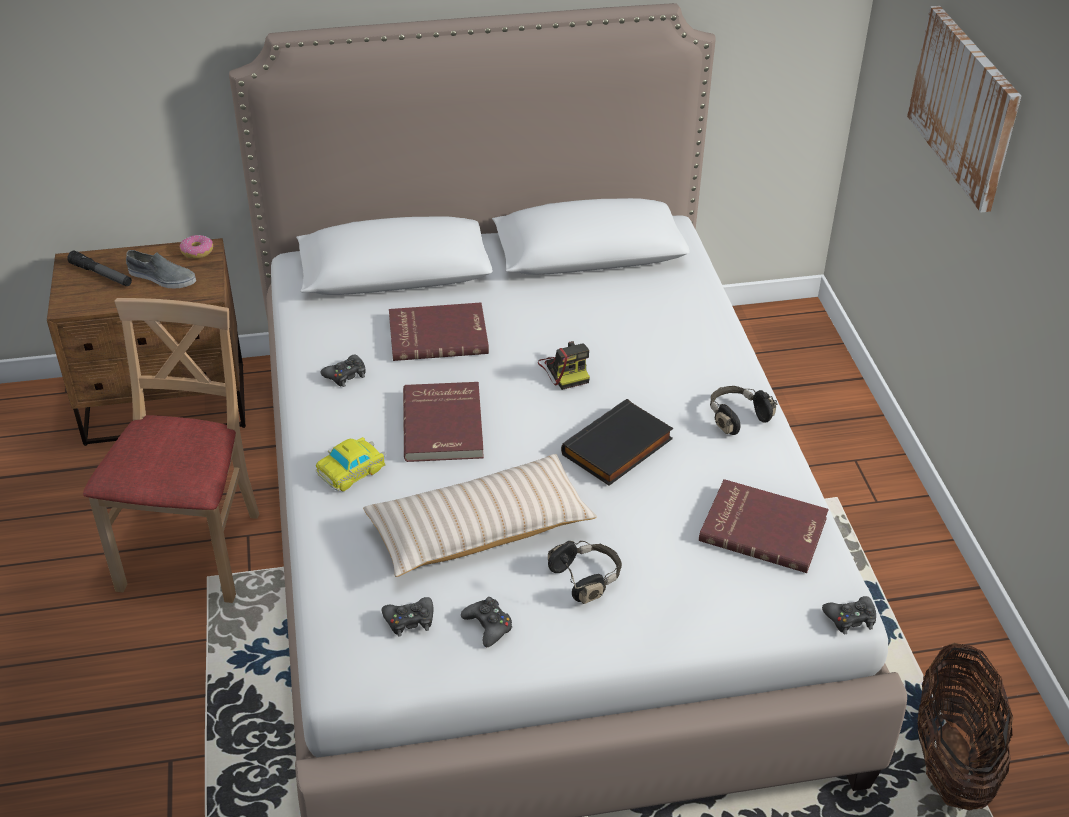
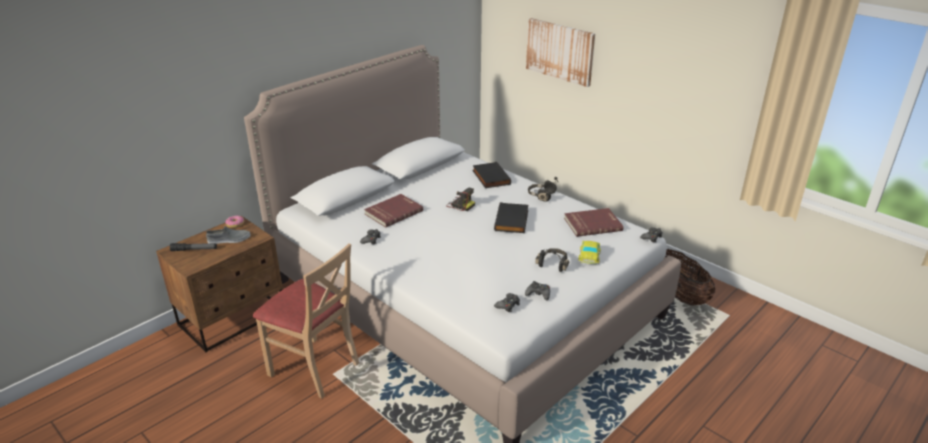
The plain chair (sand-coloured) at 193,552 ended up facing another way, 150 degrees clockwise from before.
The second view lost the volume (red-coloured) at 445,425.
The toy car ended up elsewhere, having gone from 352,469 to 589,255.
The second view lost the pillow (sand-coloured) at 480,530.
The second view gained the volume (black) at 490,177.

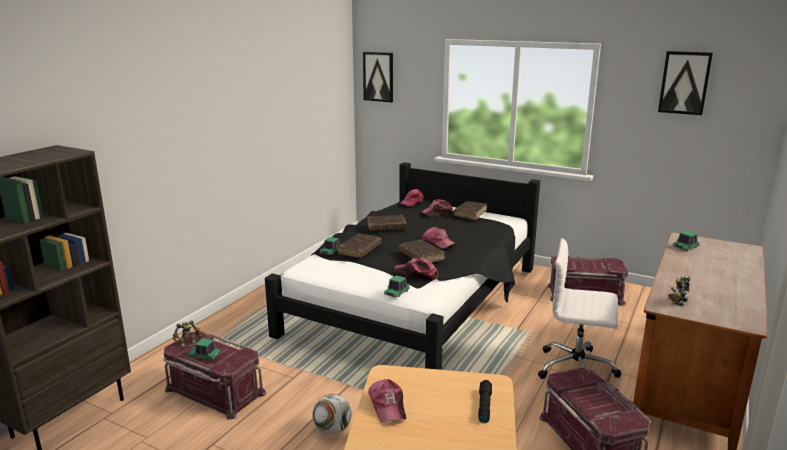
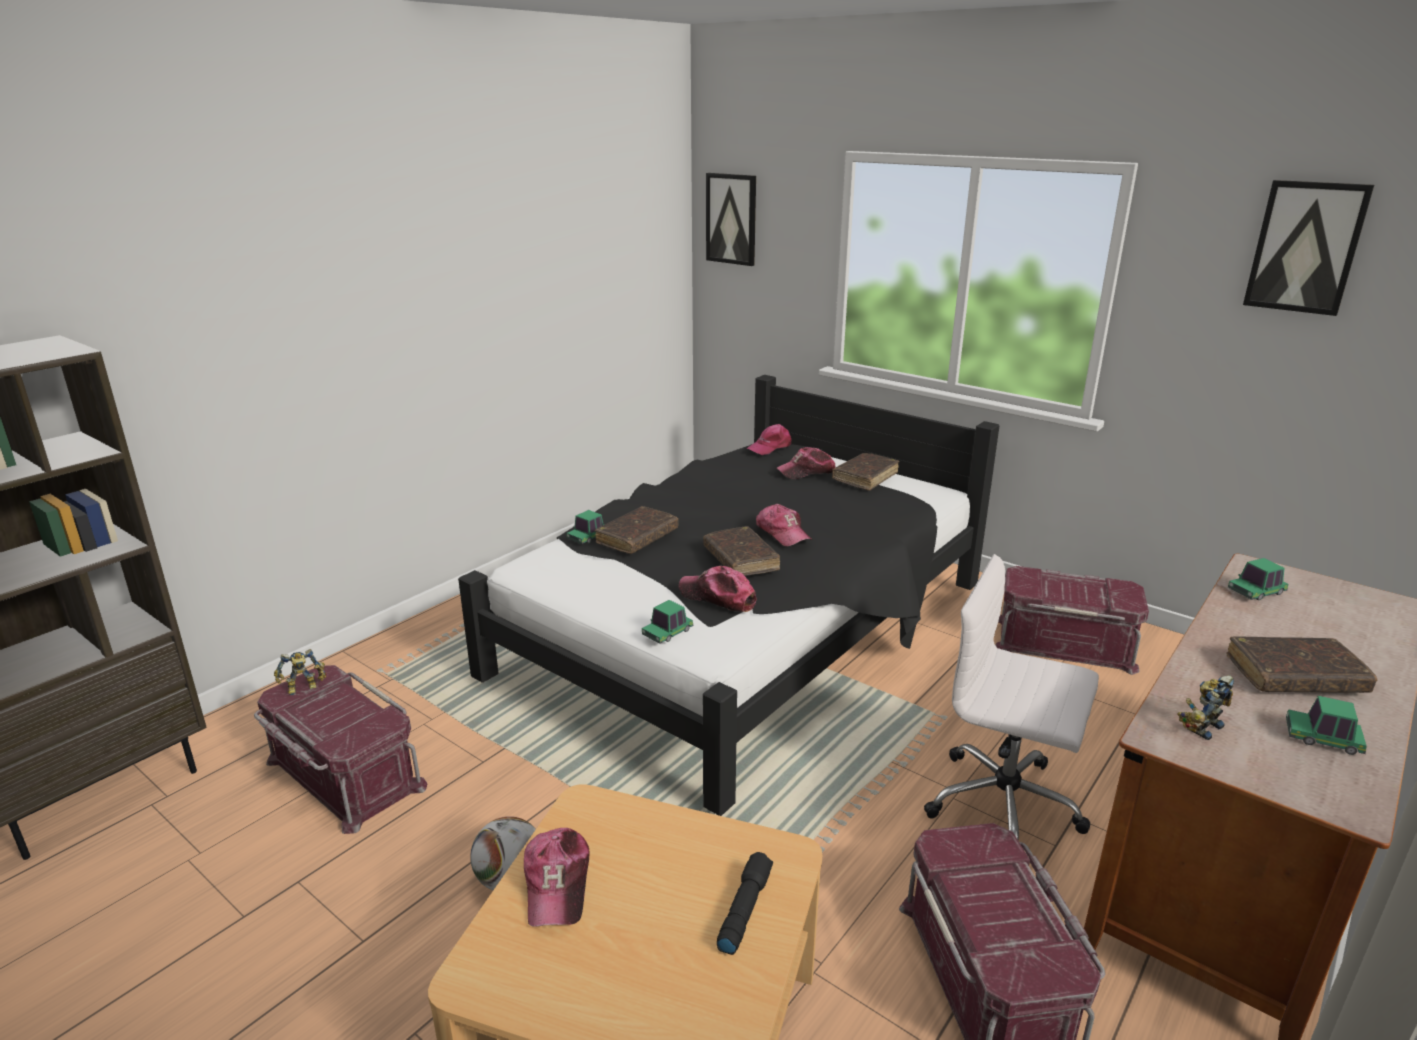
The volume (brownish) ended up elsewhere, having gone from 386,227 to 1294,676.
The toy car ended up elsewhere, having gone from 205,356 to 1323,739.

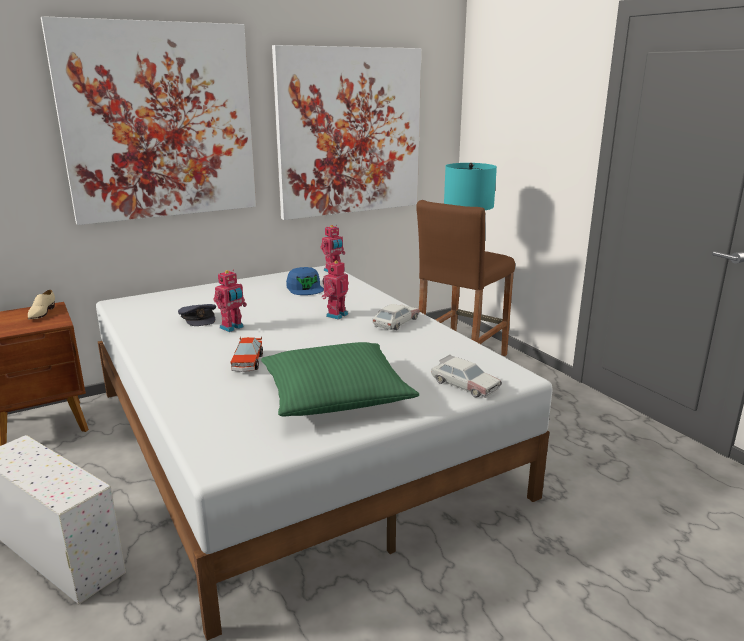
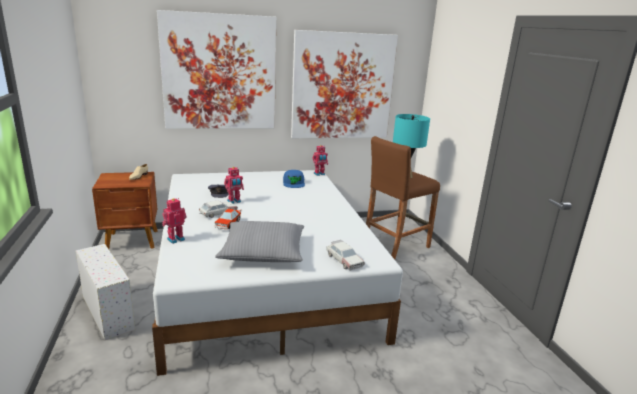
The toy robot ended up elsewhere, having gone from 335,315 to 175,239.
The toy car ended up elsewhere, having gone from 396,322 to 218,213.
What was the pillow (greenish) at 335,394 turned into the pillow (gray) at 263,251.

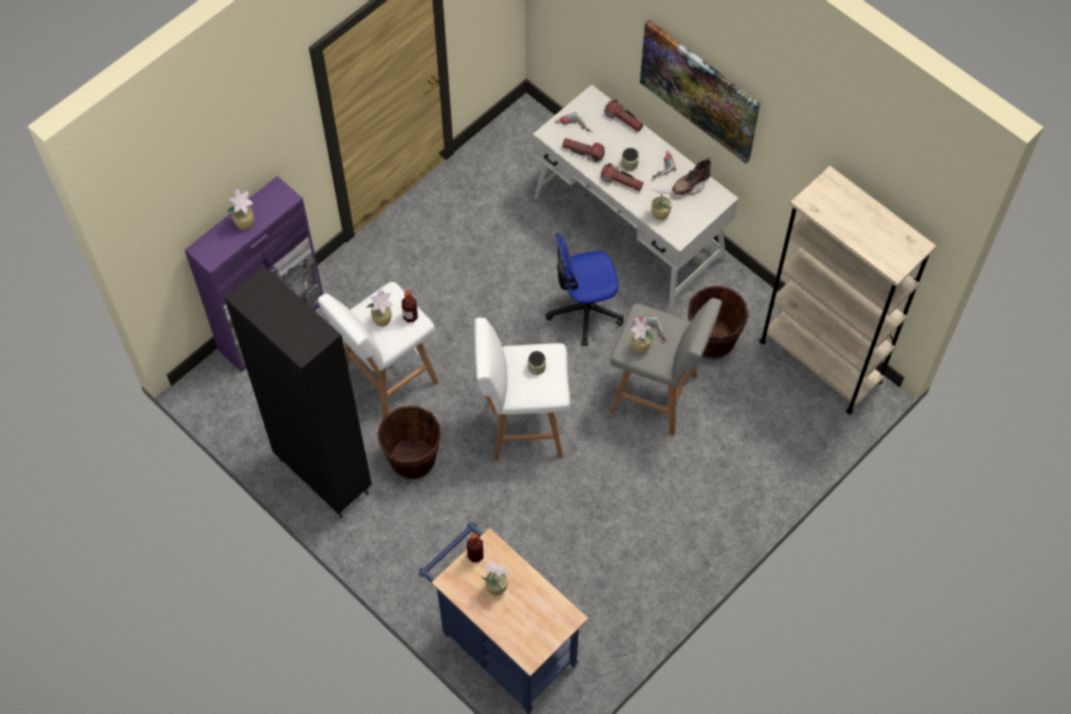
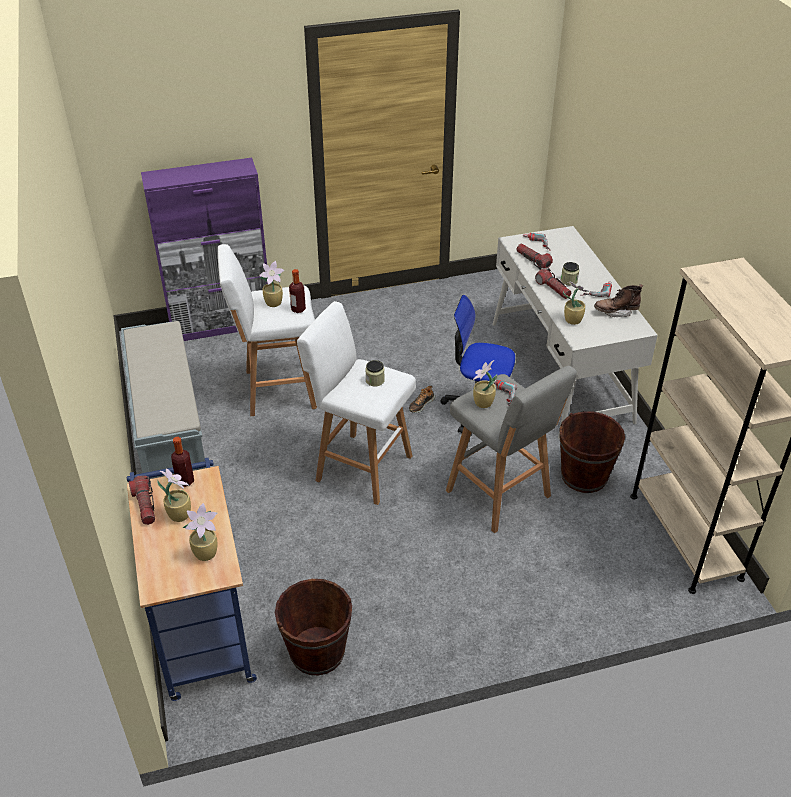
The second view lost the wall picture at 699,90.
The hand torch ended up elsewhere, having gone from 623,120 to 145,505.
The houseplant ended up elsewhere, having gone from 245,223 to 207,553.
Where the storage cabinet (black) stood at 323,475, the bench (gray) came to stand at 169,431.
The pail (brownish) ended up elsewhere, having gone from 412,459 to 317,652.
The second view gained the item of footwear at 421,404.

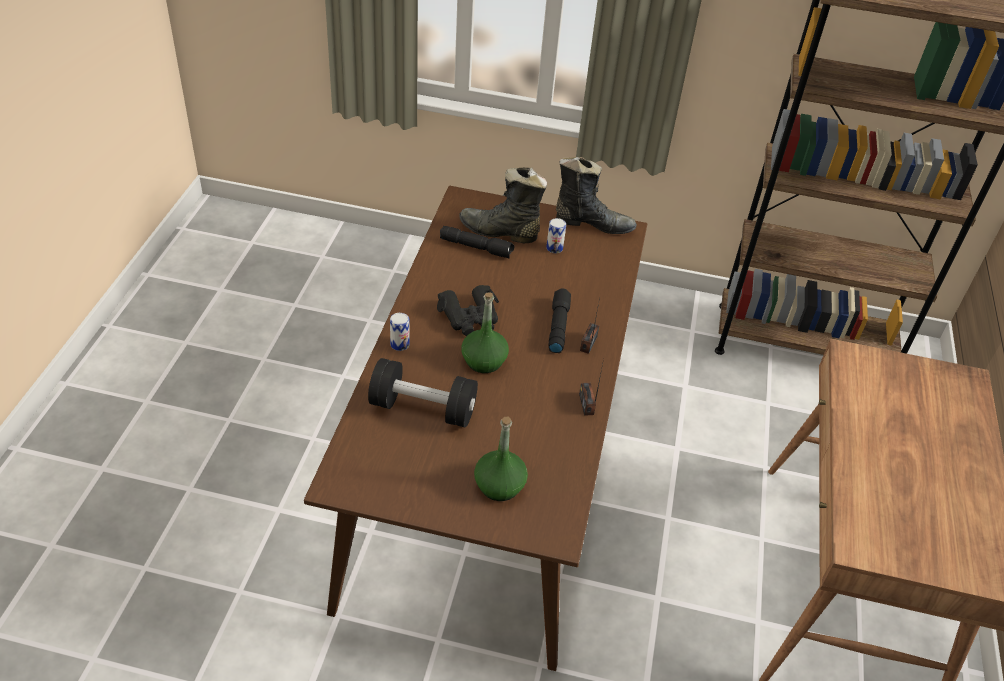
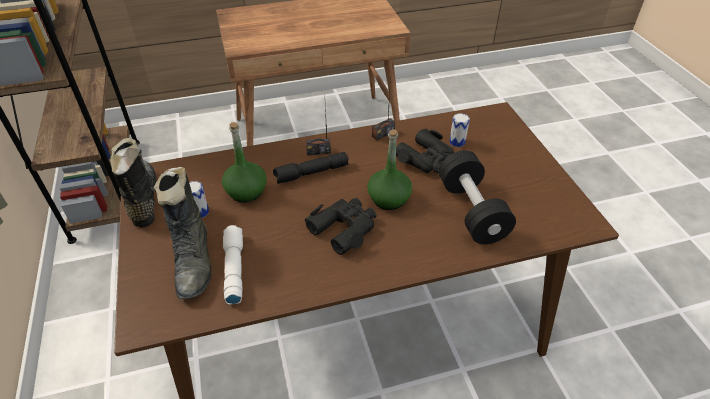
What was the hand torch (black) at 477,247 turned into the hand torch (white-coloured) at 233,268.
The metal can ended up elsewhere, having gone from 399,344 to 457,142.
The beverage bottle (greenish) ended up elsewhere, having gone from 499,485 to 246,191.
The second view gained the binoculars (black) at 427,159.

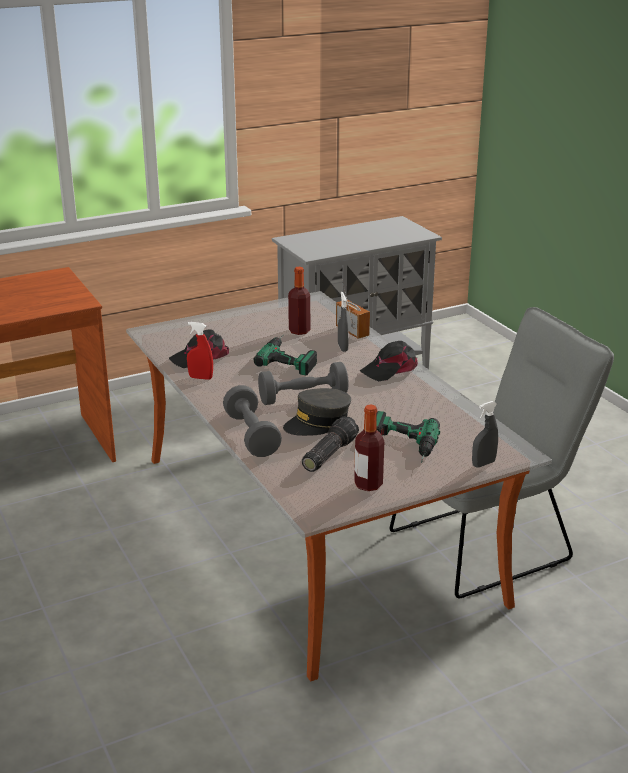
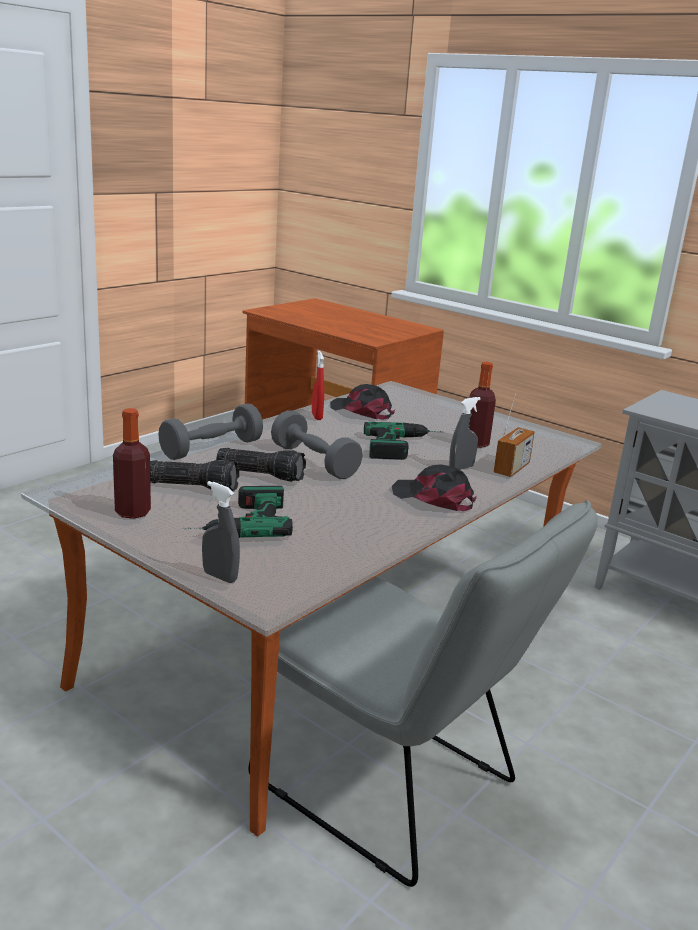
Where the baseball cap (gray) stood at 318,422, the hand torch came to stand at 261,474.

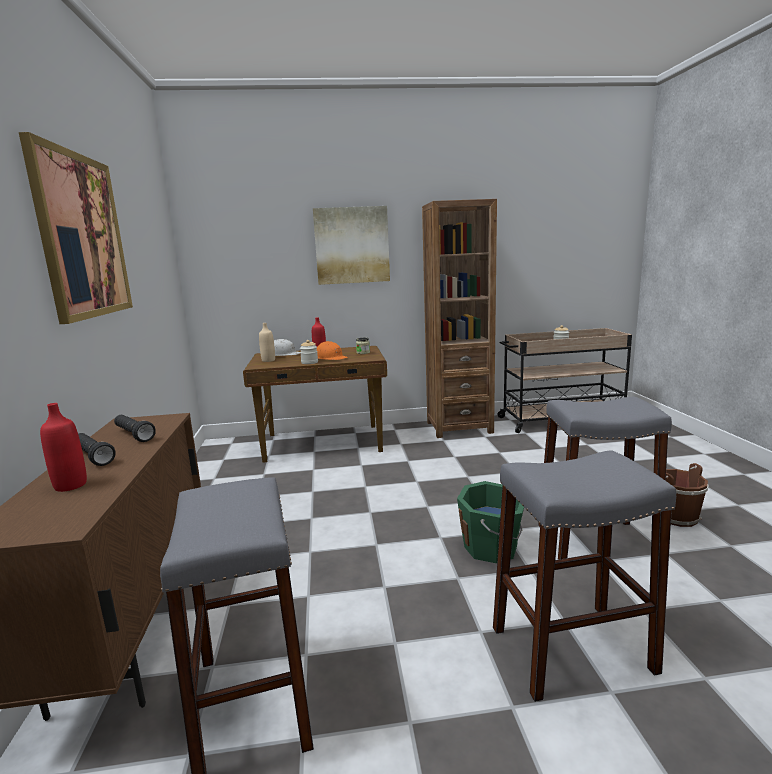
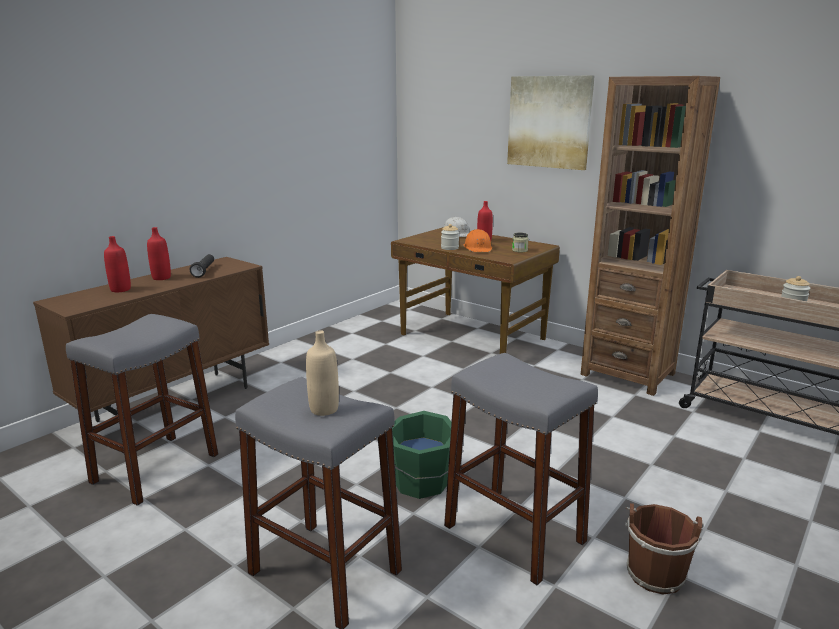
The second view lost the wall picture at 82,236.
The beverage bottle (sand-coloured) ended up elsewhere, having gone from 268,360 to 324,409.
Where the hand torch (black) stood at 93,457, the beverage bottle (red-coloured) came to stand at 161,278.

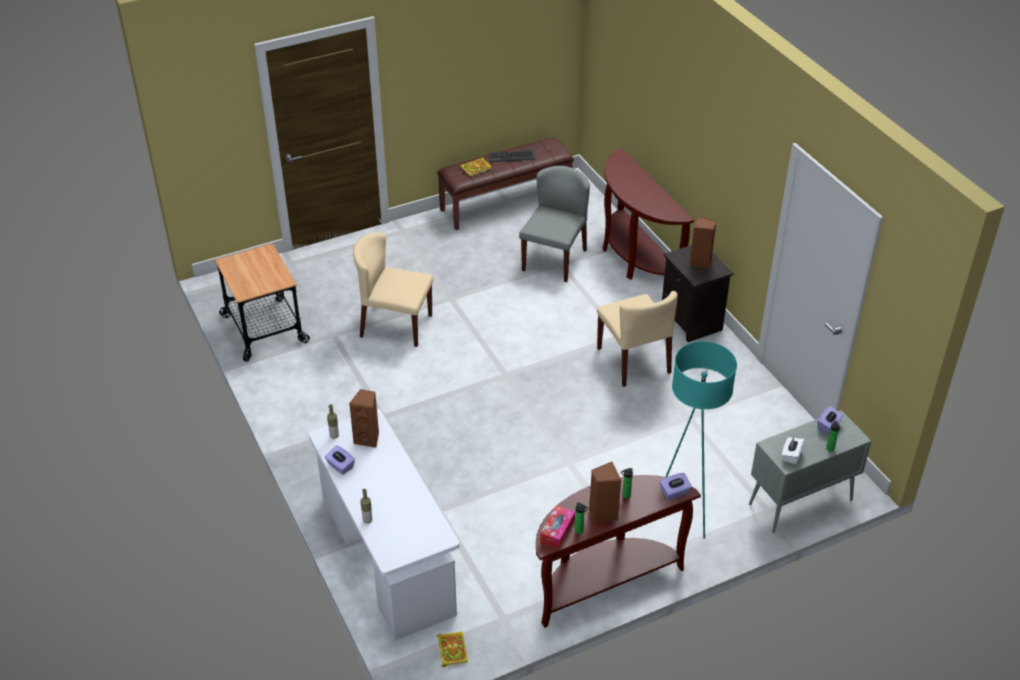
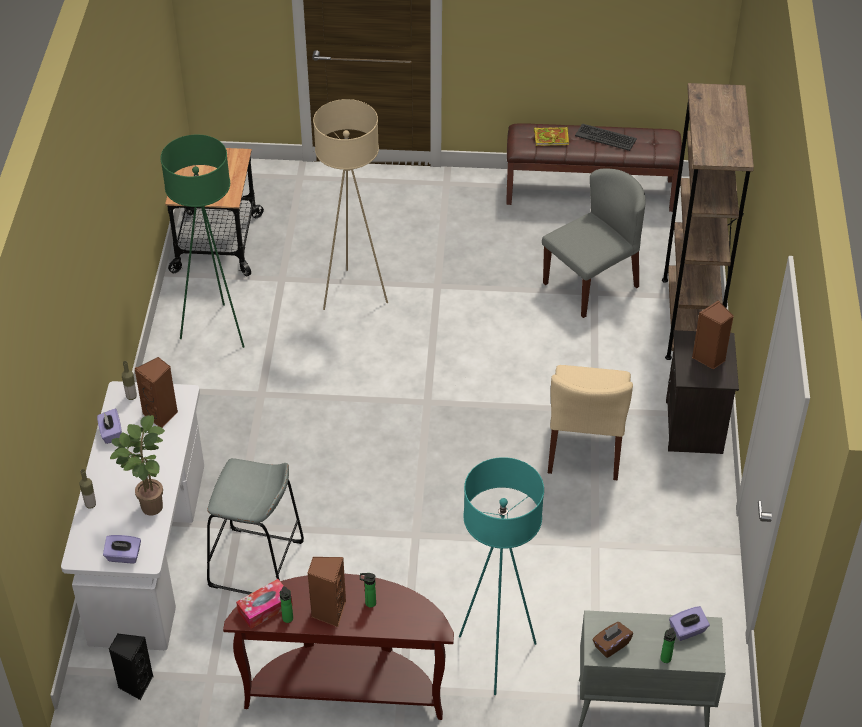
Where the hall table (brownish) stood at 634,257, the bookshelf (brownish) came to stand at 689,319.
Where the plain chair (sand-coloured) stood at 395,325, the standard lamp (sand-coloured) came to stand at 353,294.
What was the box of tissues (white-coloured) at 791,455 turned into the box of tissues (brownish) at 611,645.
The box of tissues (purple) ended up elsewhere, having gone from 674,492 to 123,556.
Where the volume stood at 452,649, the speaker (black) came to stand at 135,684.
The second view gained the standard lamp (greenish) at 216,330.
The second view gained the houseplant at 149,504.
The second view gained the stool (gray) at 256,564.

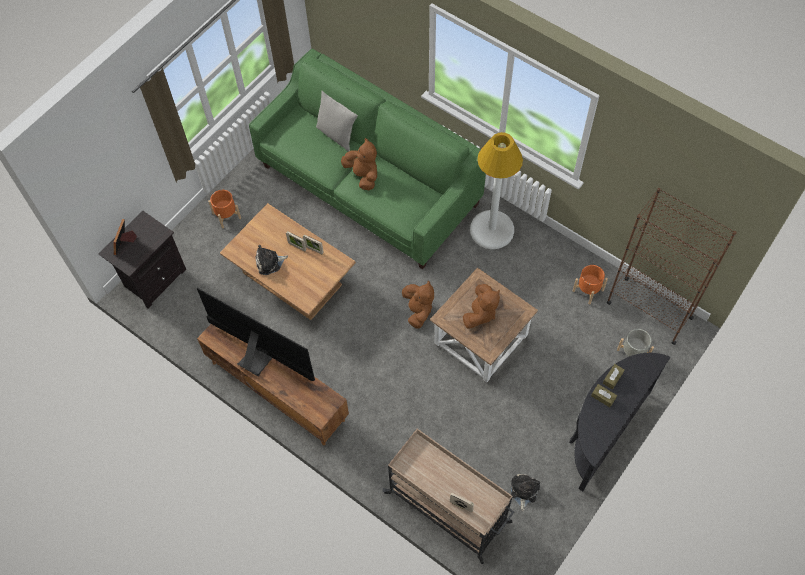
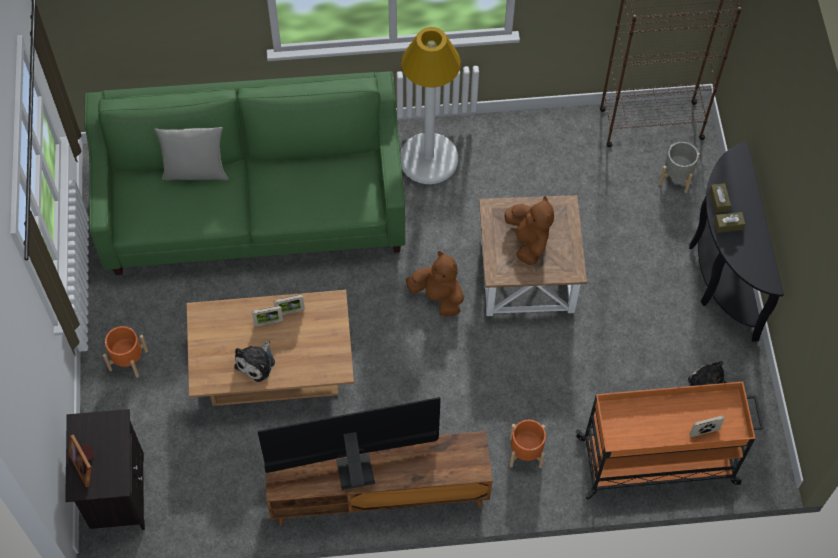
The second view lost the cuddly toy (brownish) at 363,175.
The planter (orangey) ended up elsewhere, having gone from 588,290 to 526,452.
What was the wheeled cart (sand-coloured) at 449,508 turned into the wheeled cart (orangey) at 659,460.

